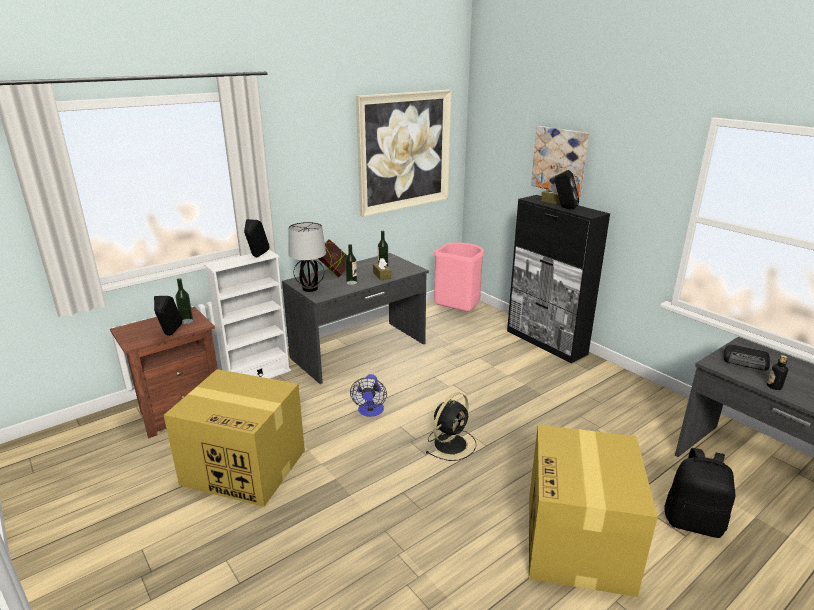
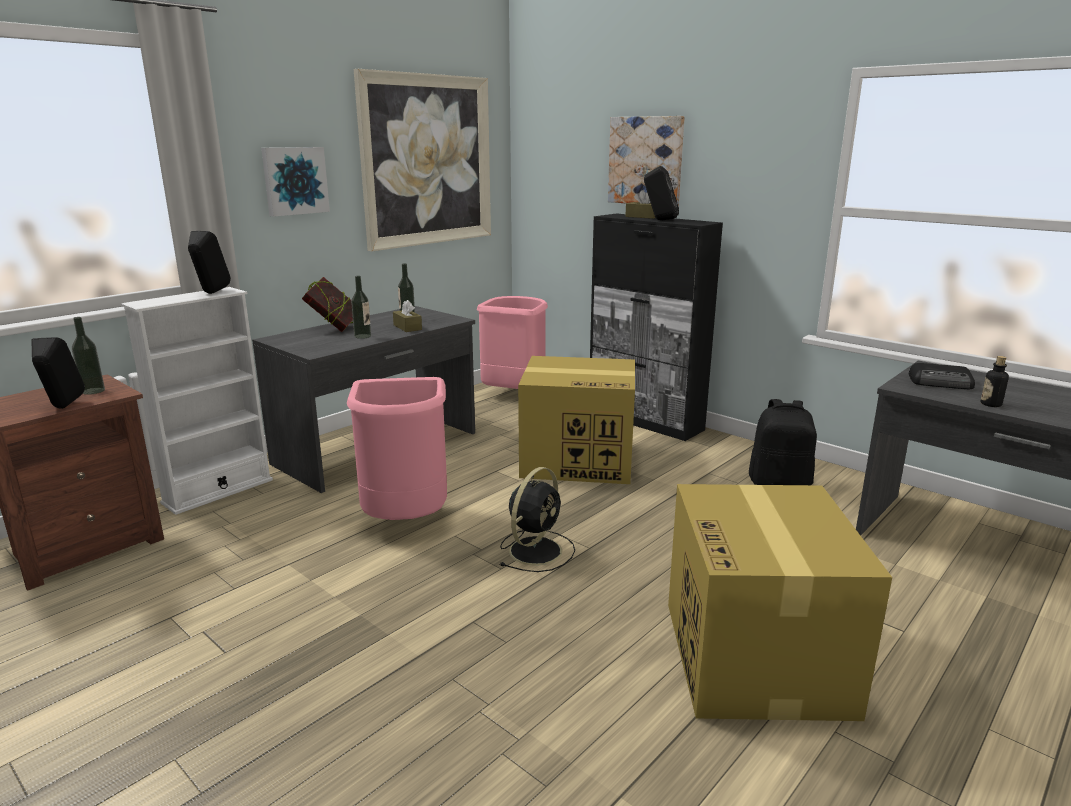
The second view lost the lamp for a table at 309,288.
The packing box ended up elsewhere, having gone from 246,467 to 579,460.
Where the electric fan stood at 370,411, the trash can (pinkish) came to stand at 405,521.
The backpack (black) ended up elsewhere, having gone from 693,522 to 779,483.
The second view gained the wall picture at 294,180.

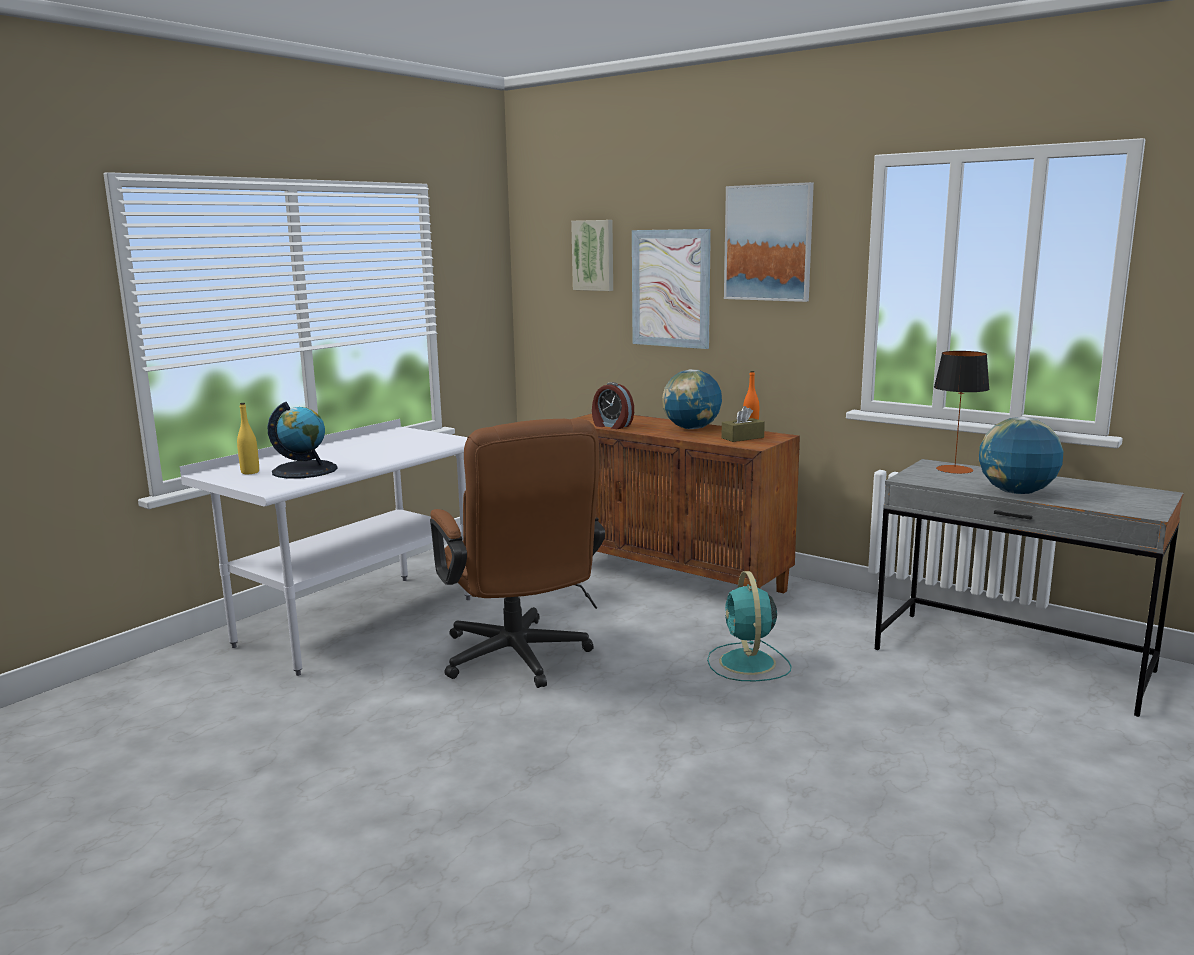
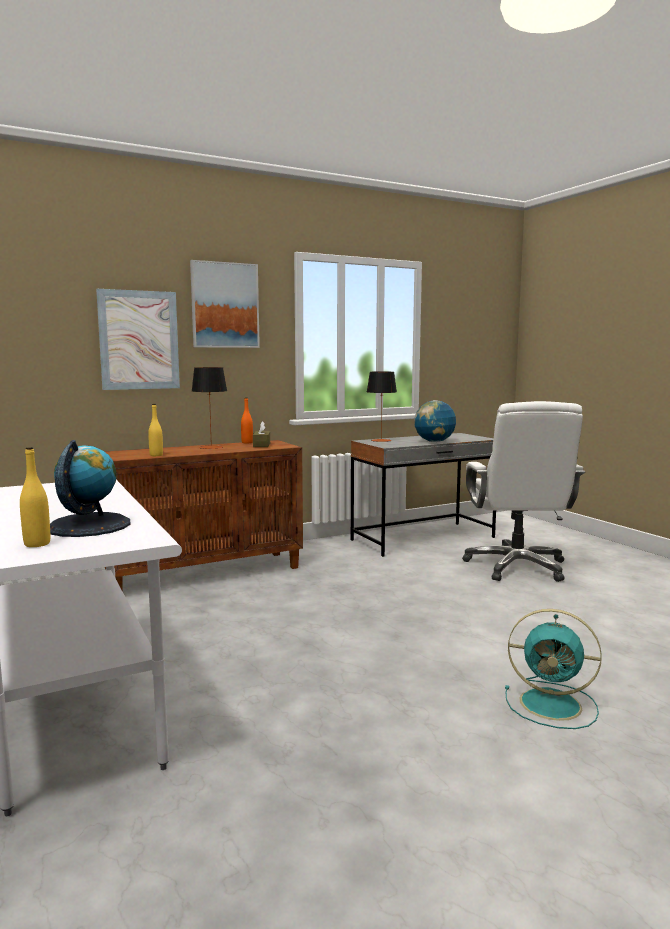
The second view lost the wall picture at 594,255.
Where the globe stood at 691,428, the lamp for a table came to stand at 211,447.
Where the alarm clock stood at 612,426, the beverage bottle (yellow) came to stand at 156,455.
The second view lost the office chair (brownish) at 519,661.
The electric fan (blue-green) ended up elsewhere, having gone from 748,663 to 553,704.
The second view gained the office chair (white-coloured) at 517,566.

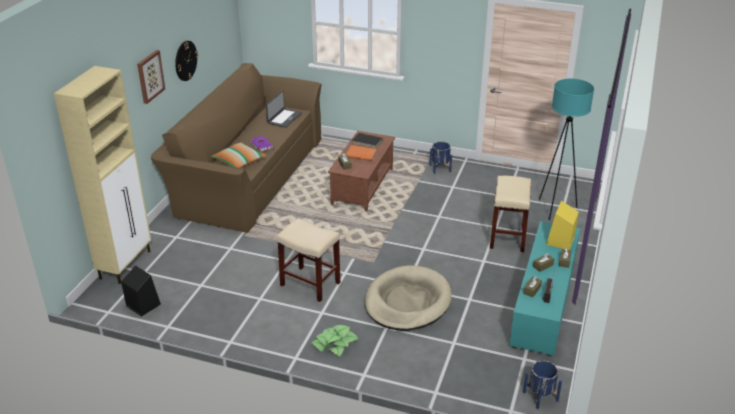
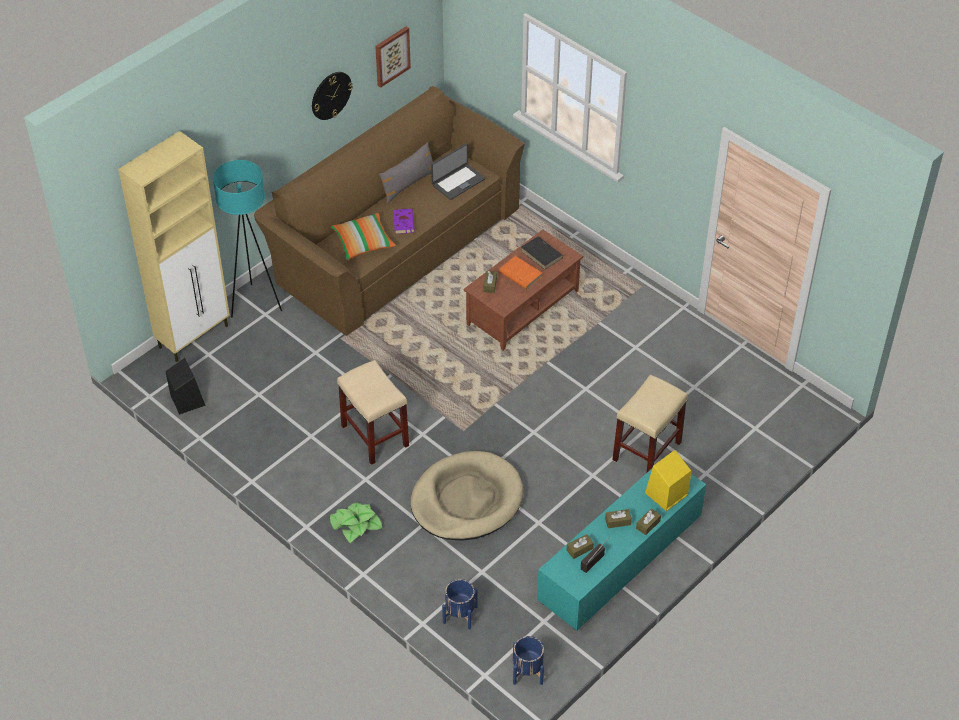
The wall picture ended up elsewhere, having gone from 150,76 to 391,56.
The standard lamp (blue-green) ended up elsewhere, having gone from 555,209 to 255,304.
The planter (blue-coloured) ended up elsewhere, having gone from 440,168 to 460,614.
The second view gained the pillow (gray) at 408,184.

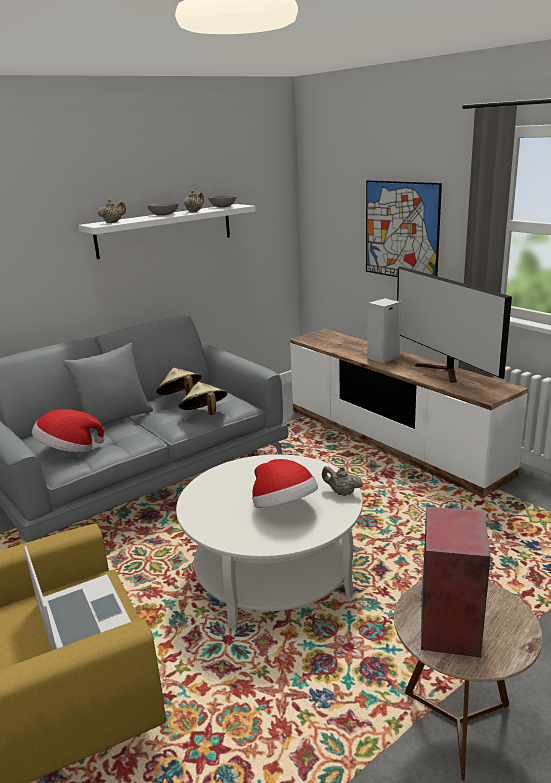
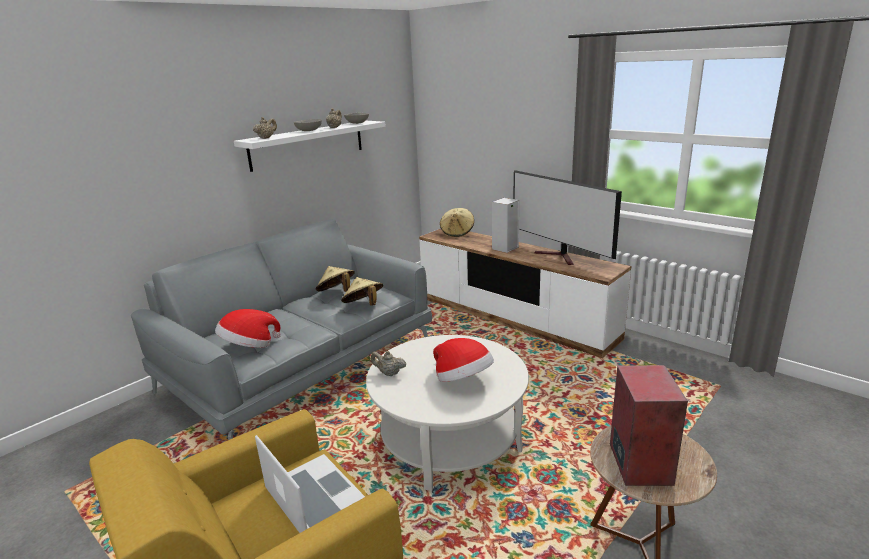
The second view lost the wall picture at 401,230.
The second view lost the pillow (gray) at 115,420.
The teapot (sand-coloured) ended up elsewhere, having gone from 341,492 to 389,373.
The second view gained the wearable hat (sand-coloured) at 457,232.

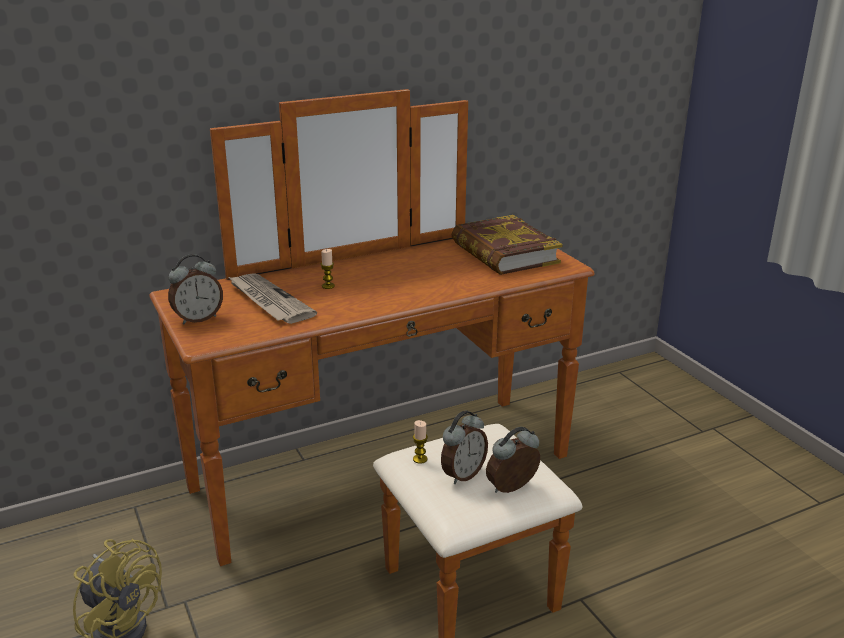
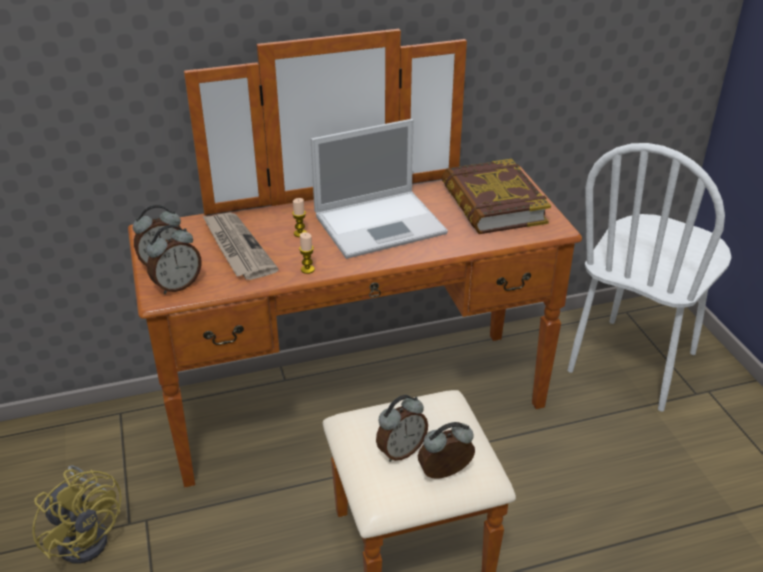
The wax light ended up elsewhere, having gone from 420,459 to 307,269.
The second view gained the portable computer at 382,223.
The second view gained the plain chair (white-coloured) at 633,362.
The second view gained the alarm clock at 177,285.

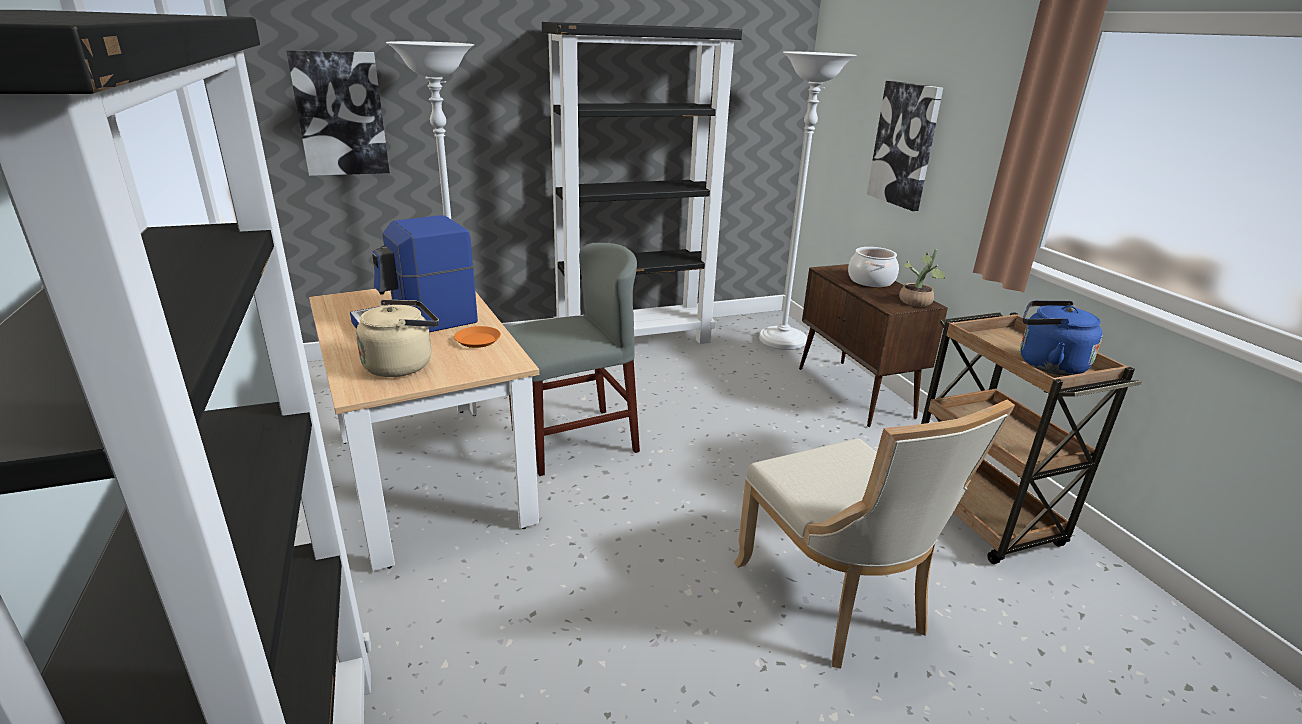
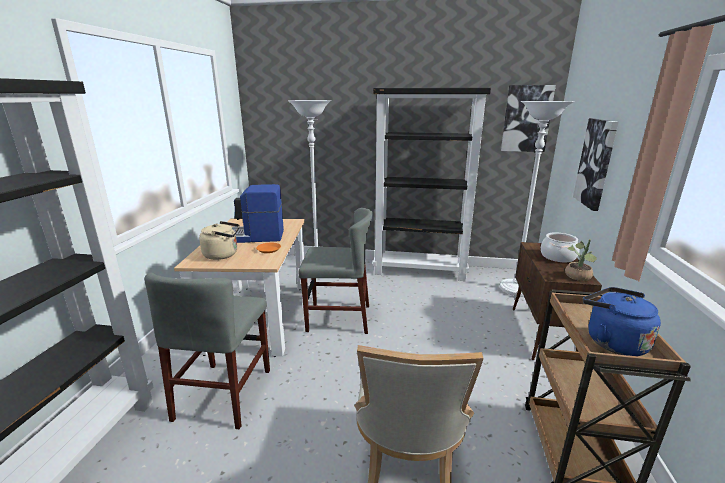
The wall picture ended up elsewhere, having gone from 341,114 to 526,119.
The second view gained the plain chair (gray) at 224,393.

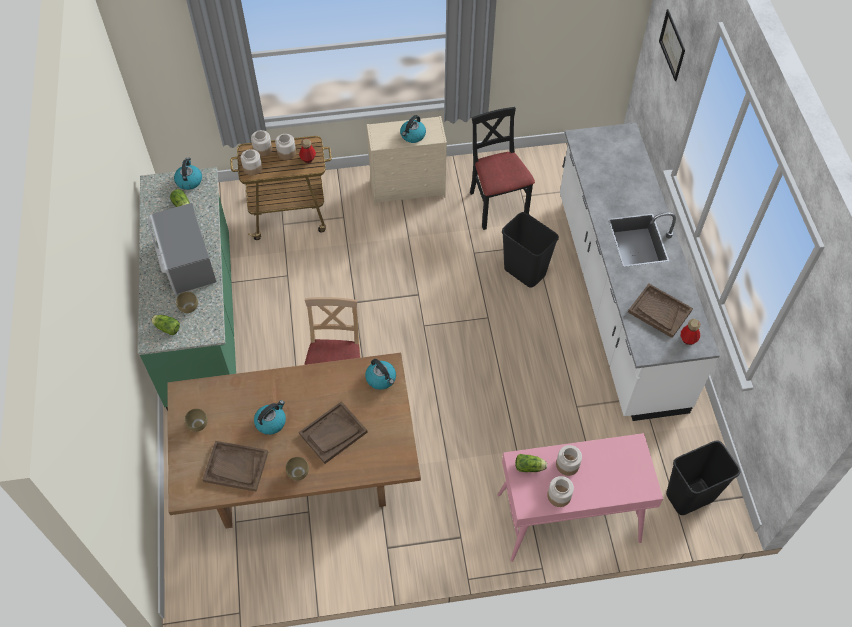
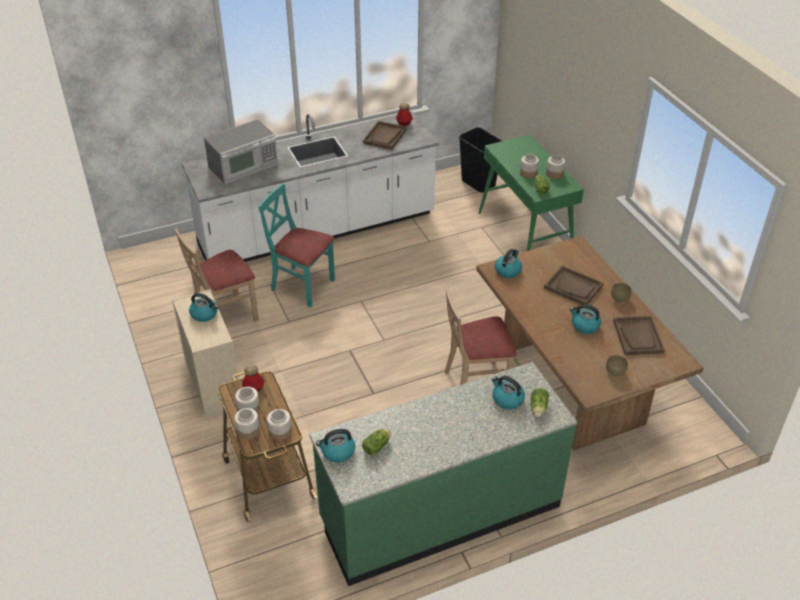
The second view lost the wall picture at 672,45.
What was the plain chair (black) at 497,205 turned into the plain chair (sand-coloured) at 225,315.
The microwave ended up elsewhere, having gone from 186,261 to 244,166.
Where the trash can (black) stood at 525,271, the plain chair (blue-green) came to stand at 302,286.
Where the bowl (brownish) stood at 188,307, the water kettle came to stand at 507,399.
What was the hall table (pinkish) at 567,519 turned into the hall table (greenish) at 525,234.

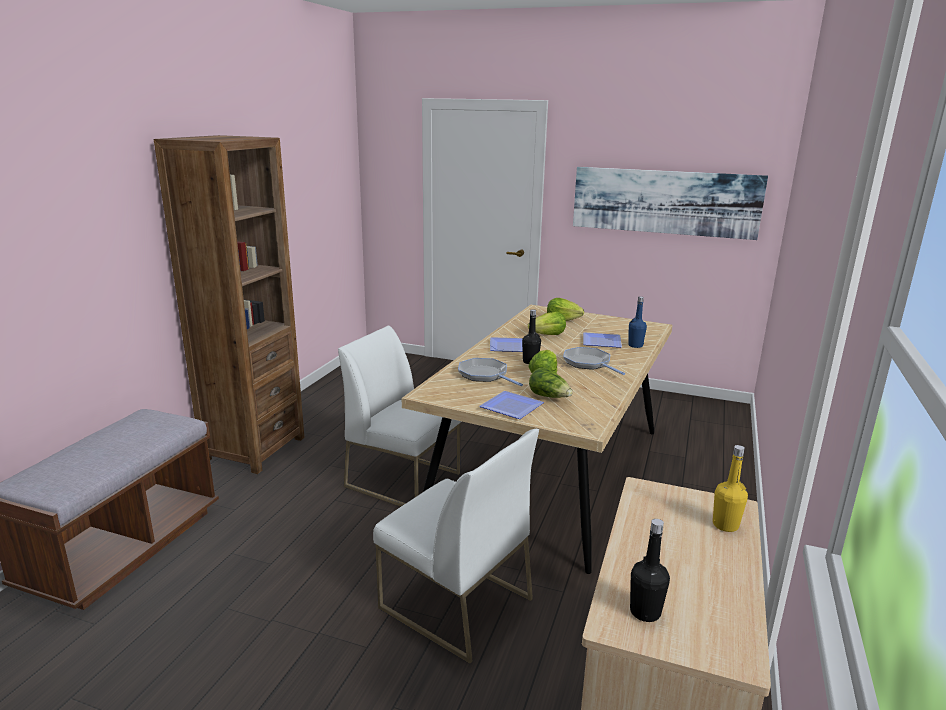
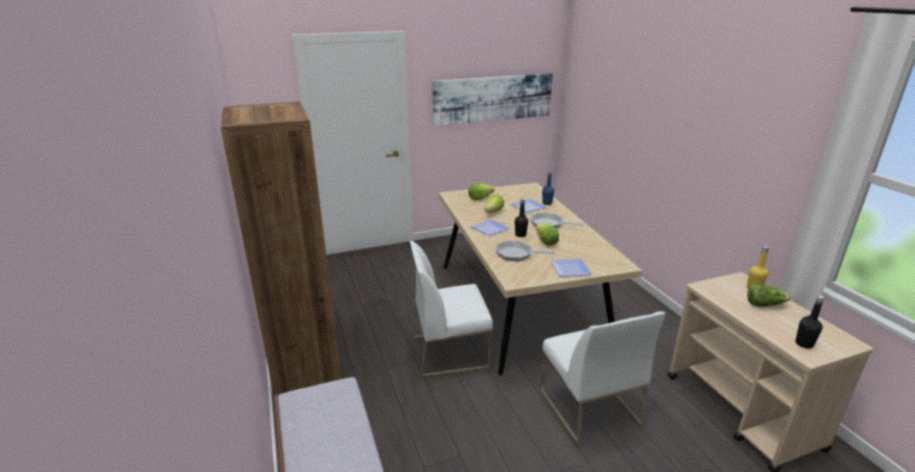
The lettuce ended up elsewhere, having gone from 549,397 to 764,304.
The plain chair (white-coloured) at 454,603 ended up facing another way, 75 degrees clockwise from before.

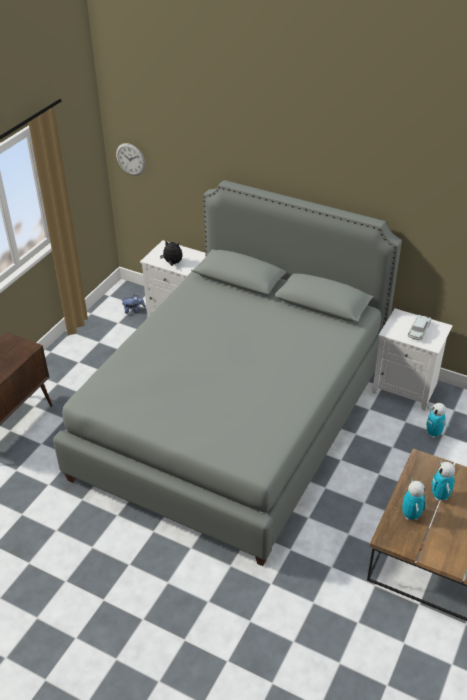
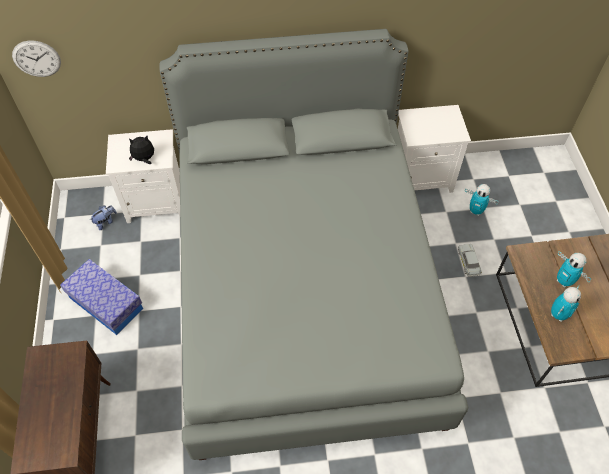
The toy car (white-coloured) ended up elsewhere, having gone from 418,331 to 468,262.
The toy robot at 411,515 ended up facing another way, 75 degrees clockwise from before.
The second view gained the storage bin at 106,303.

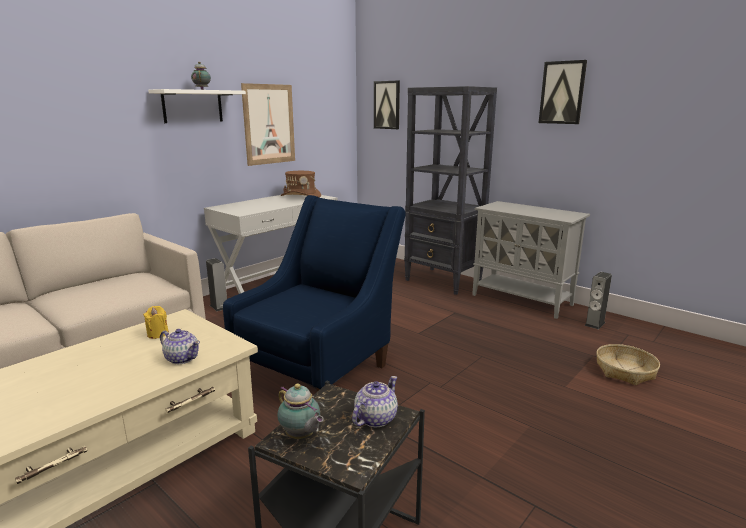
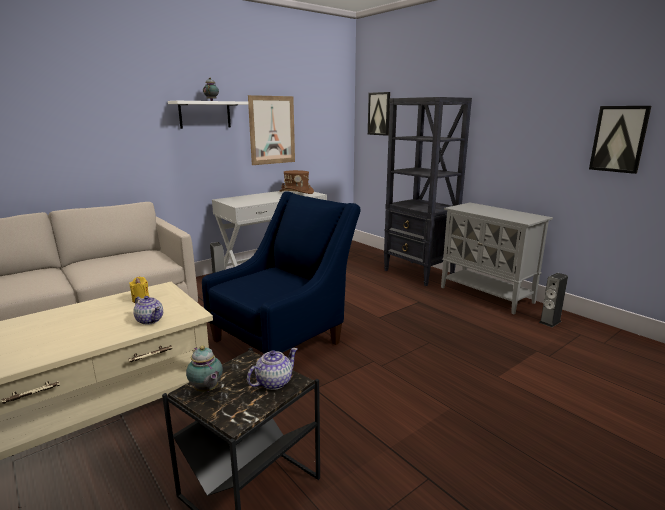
The wall picture ended up elsewhere, having gone from 562,92 to 619,139.
The second view lost the basket at 625,371.

